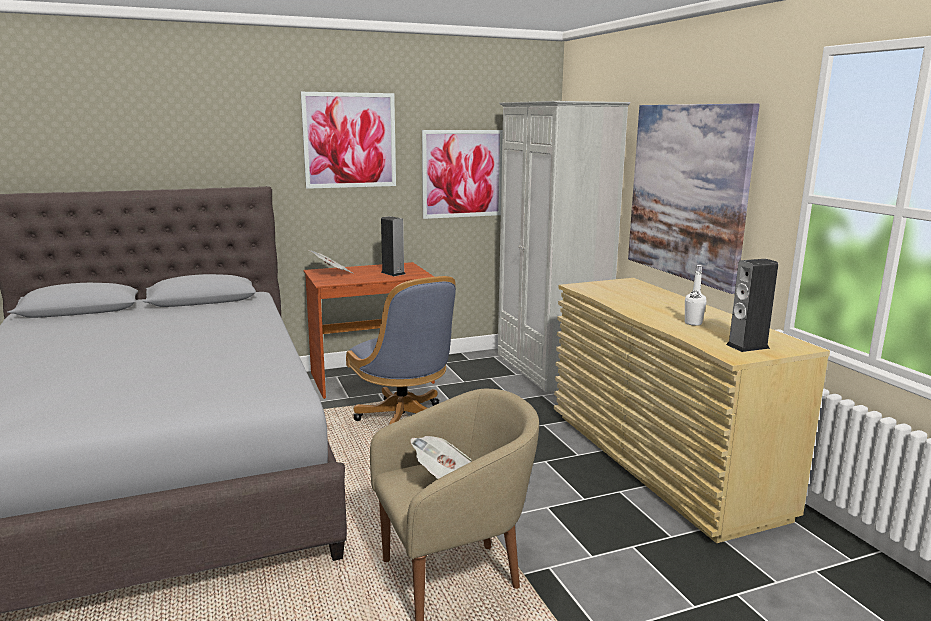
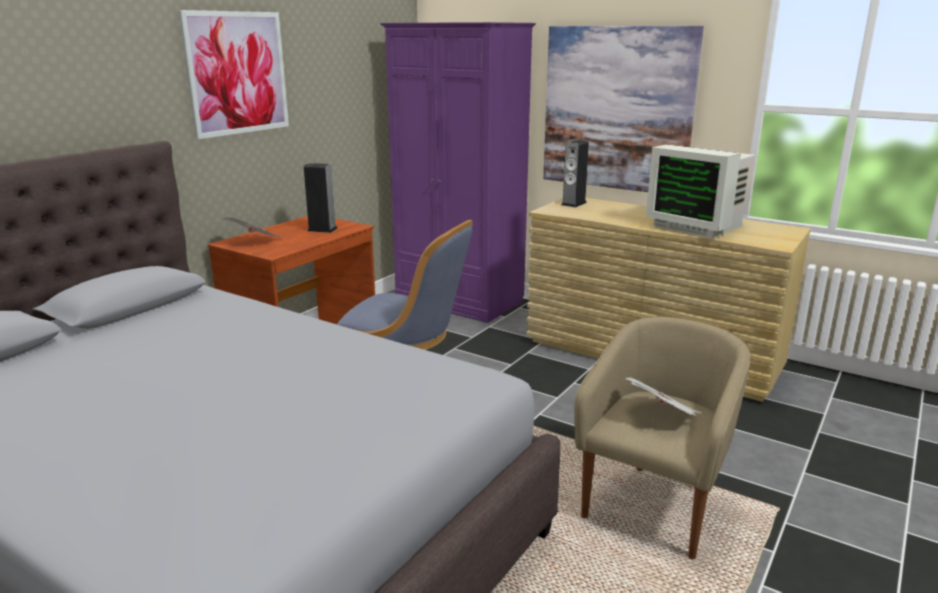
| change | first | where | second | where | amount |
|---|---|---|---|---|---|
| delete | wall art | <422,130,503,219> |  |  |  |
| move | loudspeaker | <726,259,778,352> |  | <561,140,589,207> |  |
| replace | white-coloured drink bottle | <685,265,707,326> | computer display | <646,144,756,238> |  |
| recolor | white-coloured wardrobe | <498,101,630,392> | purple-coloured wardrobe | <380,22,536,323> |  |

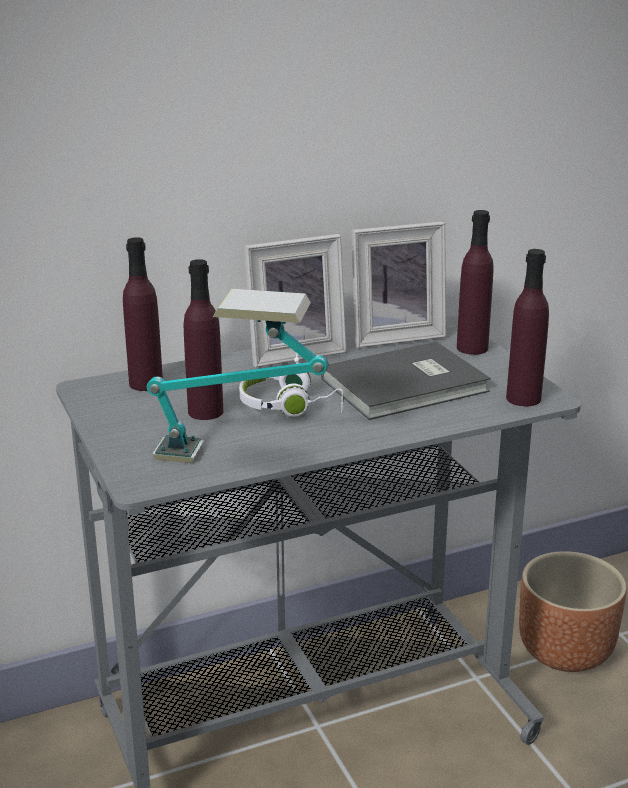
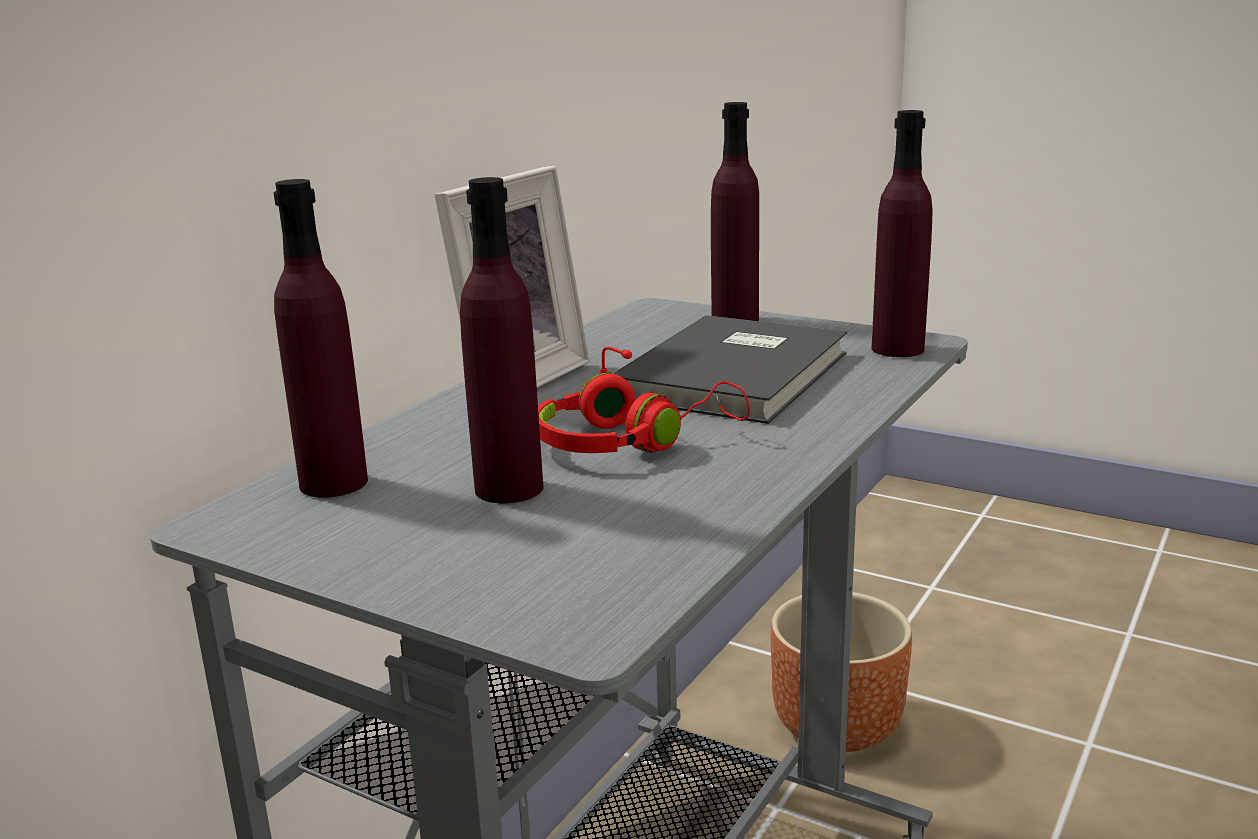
| change | first | where | second | where | amount |
|---|---|---|---|---|---|
| delete | lamp for a table | <147,289,328,463> |  |  |  |
| delete | picture frame | <351,221,446,348> |  |  |  |
| recolor | white-coloured headphones | <239,353,344,417> | red-coloured headphones | <538,347,750,453> |  |

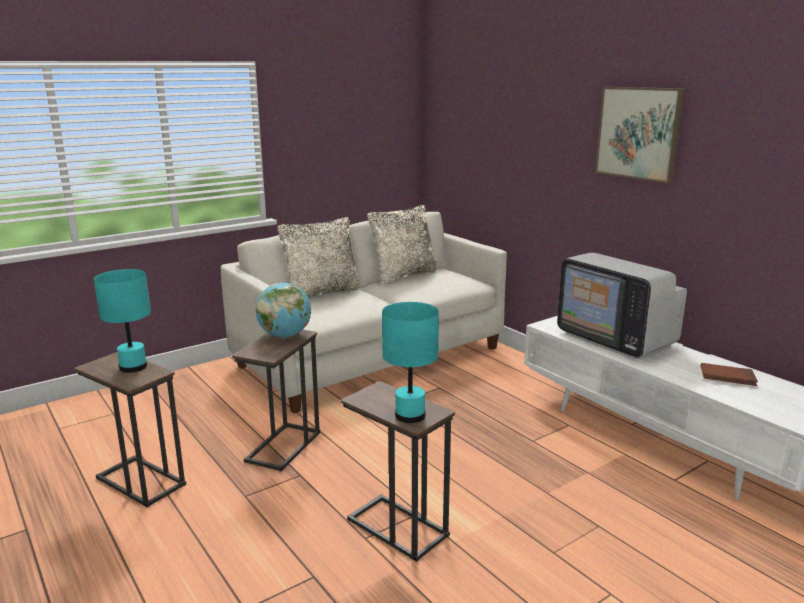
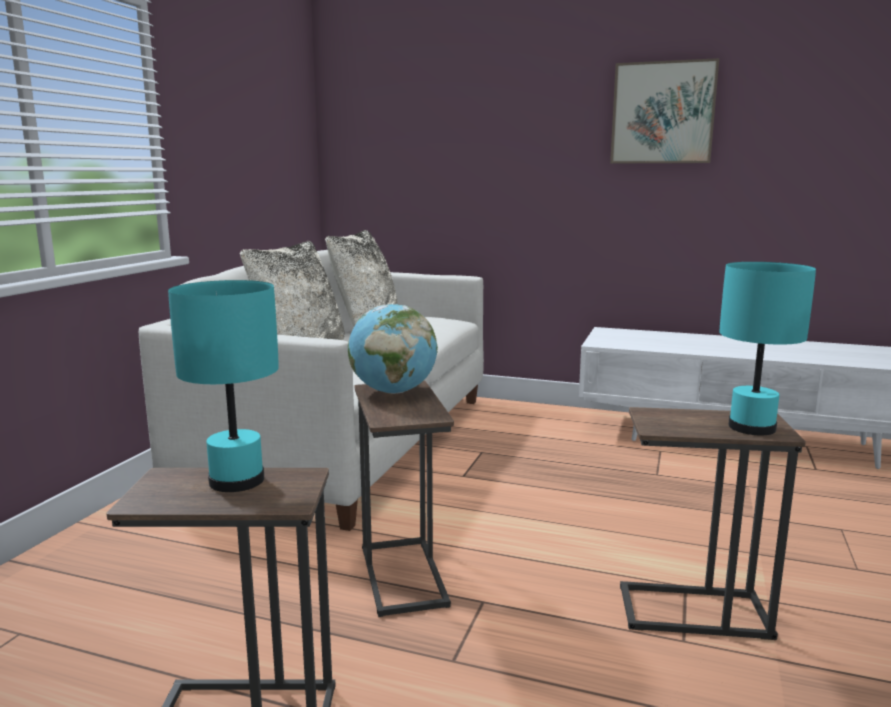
| change | first | where | second | where | amount |
|---|---|---|---|---|---|
| delete | television | <557,253,687,359> |  |  |  |
| delete | brown volume | <700,363,758,386> |  |  |  |

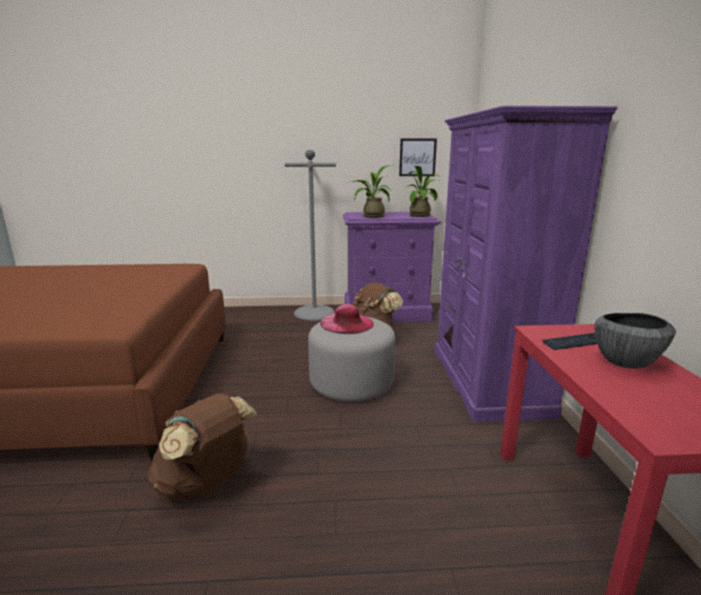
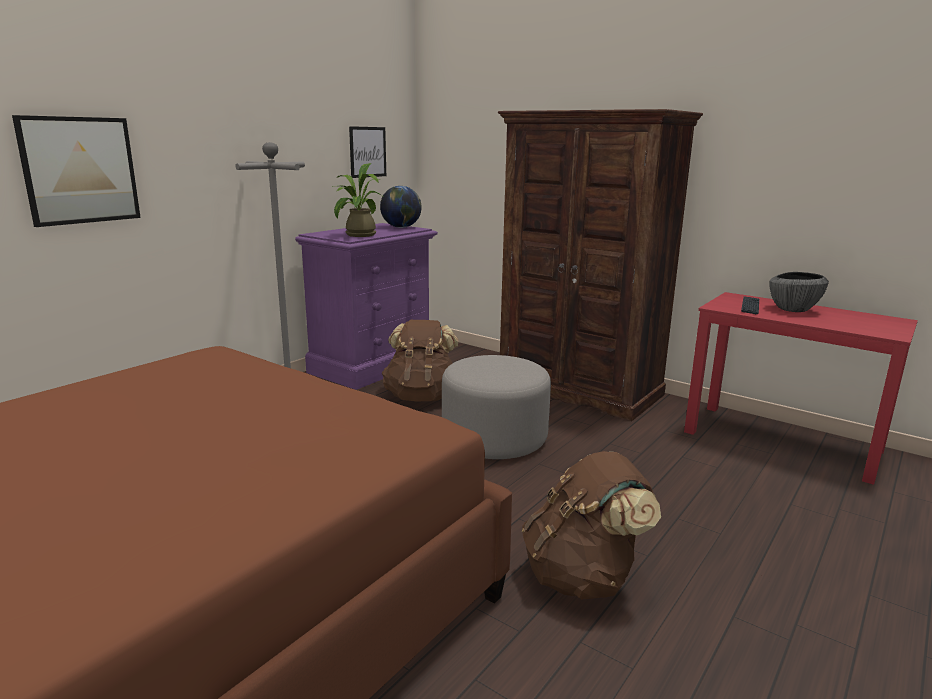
| change | first | where | second | where | amount |
|---|---|---|---|---|---|
| delete | pink-coloured wearable hat | <320,304,374,334> |  |  |  |
| insert |  |  | wall art | <12,115,141,227> |  |
| replace | houseplant | <404,166,440,217> | world globe | <380,186,422,228> |  |
| recolor | purple-coloured wardrobe | <435,106,618,422> | brown wardrobe | <498,109,703,421> |  |

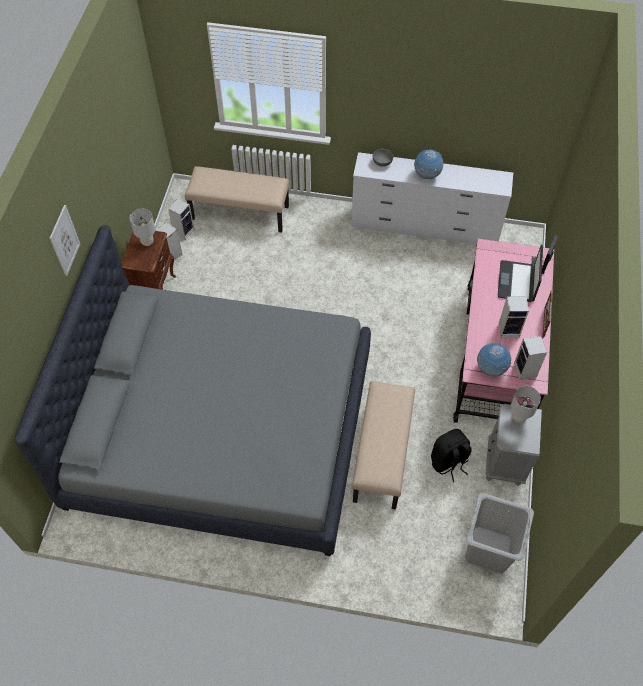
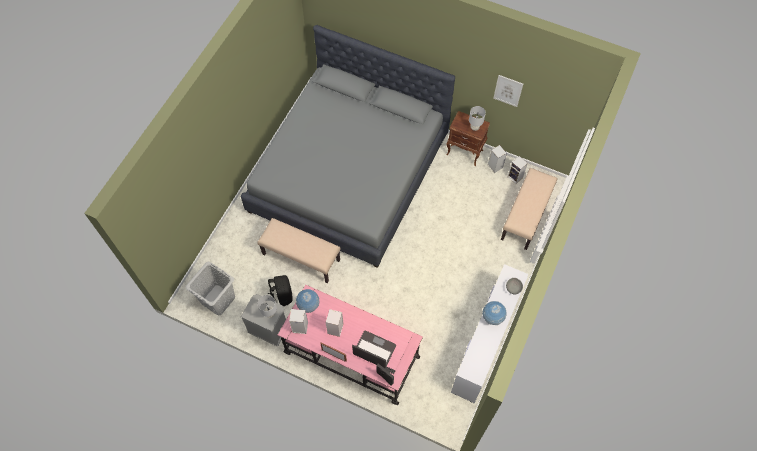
| change | first | where | second | where | amount |
|---|---|---|---|---|---|
| move | wall art | <50,205,80,276> |  | <493,75,523,107> |  |

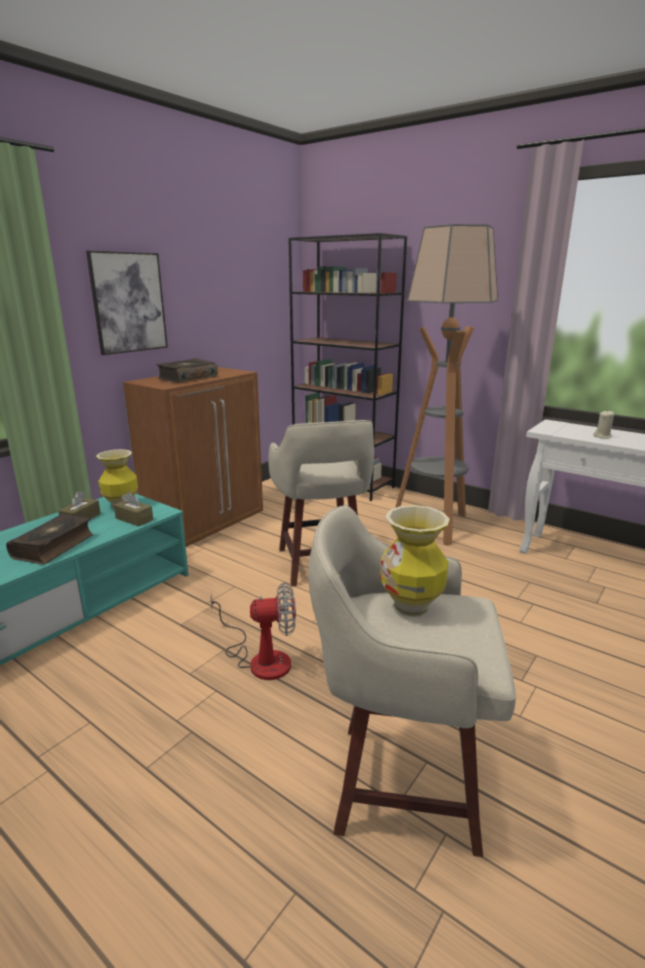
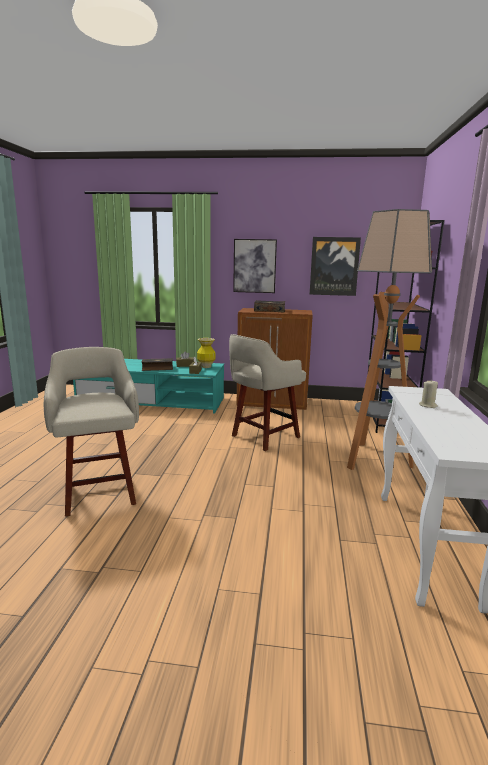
| change | first | where | second | where | amount |
|---|---|---|---|---|---|
| delete | cooling fan | <211,582,296,680> |  |  |  |
| delete | decorative vase | <380,505,450,617> |  |  |  |
| insert |  |  | wall art | <310,237,361,296> |  |

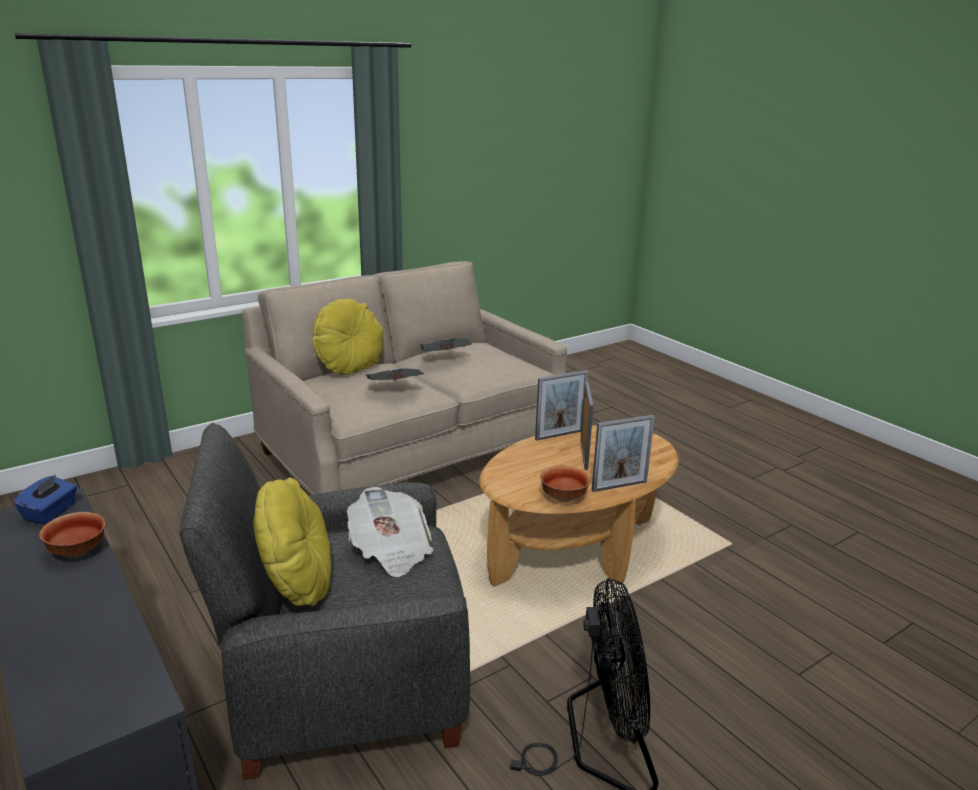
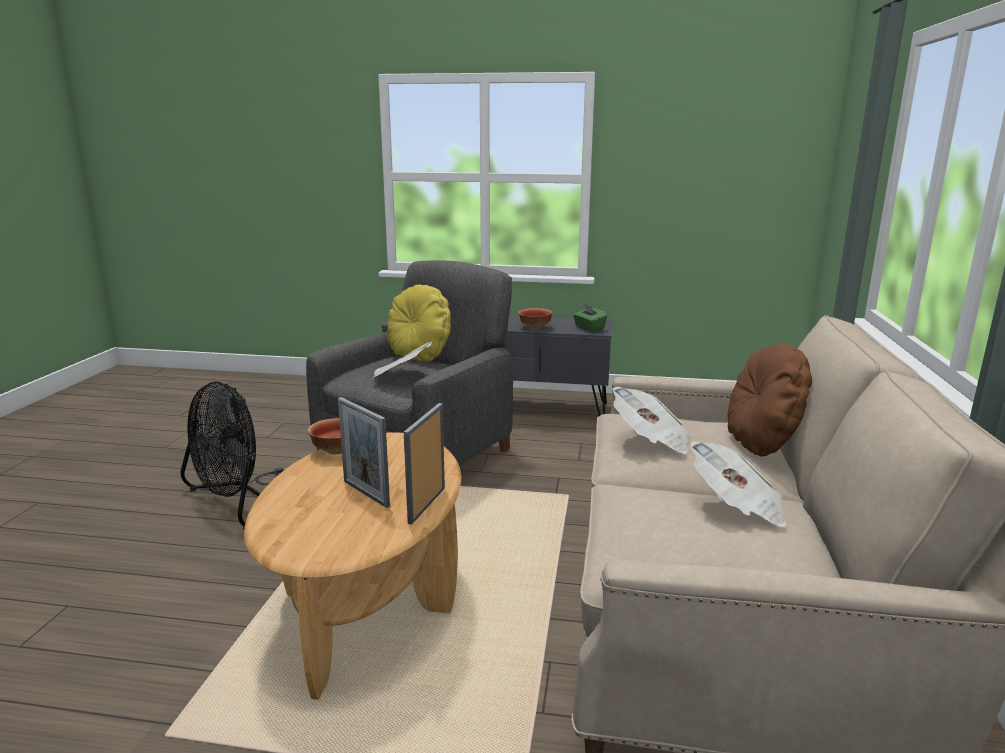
| change | first | where | second | where | amount |
|---|---|---|---|---|---|
| delete | picture frame | <592,415,655,492> |  |  |  |
| recolor | bluish tissue box | <14,475,77,524> | green tissue box | <573,304,607,332> |  |
| recolor | yellow-coloured cushion | <312,299,383,375> | brown cushion | <728,343,812,457> |  |

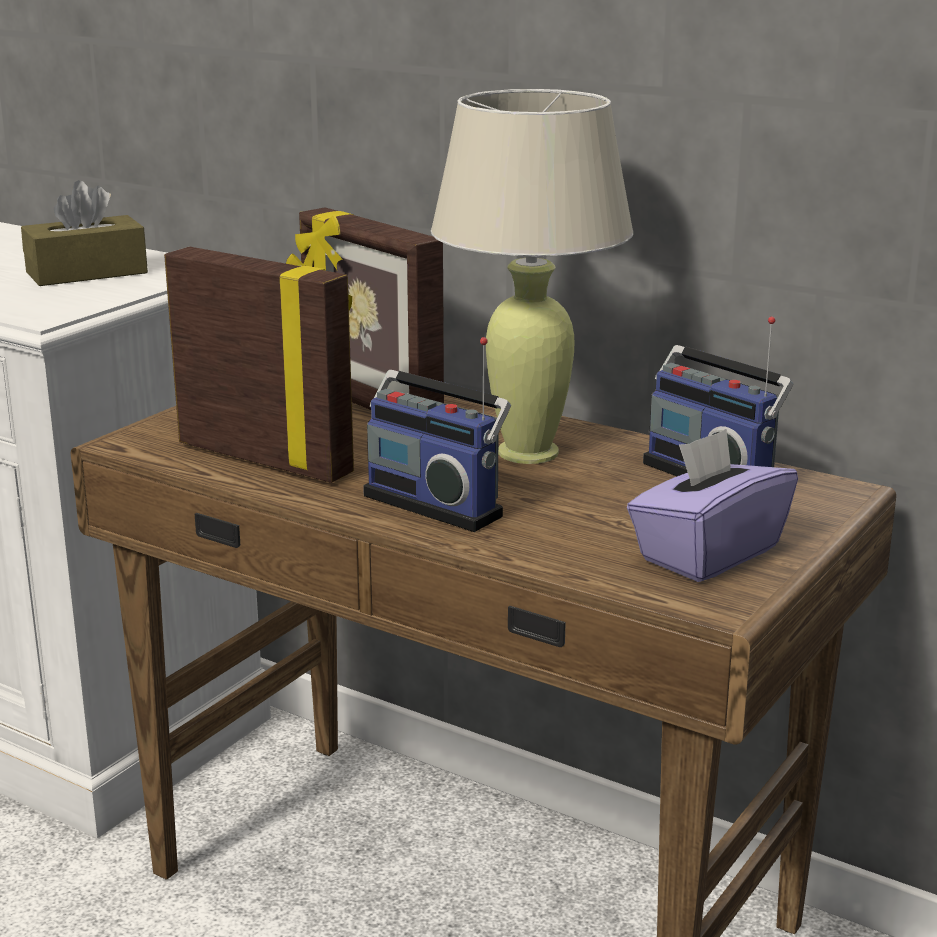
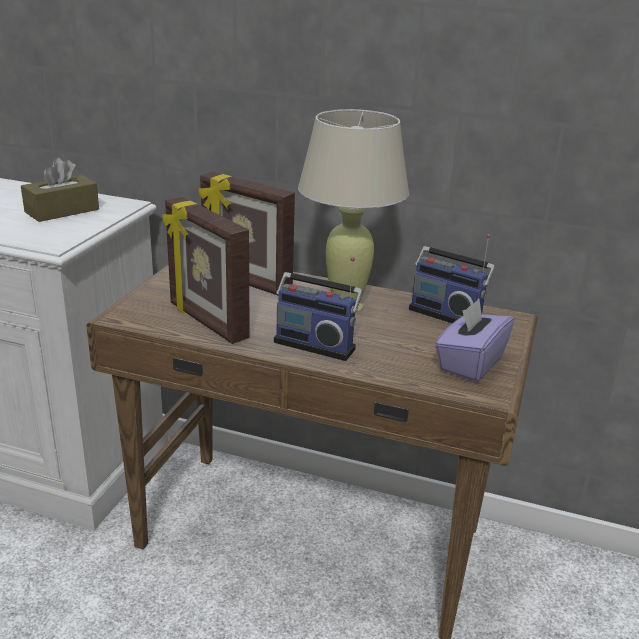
| change | first | where | second | where | amount |
|---|---|---|---|---|---|
| rotate | picture frame | <164,246,354,483> |  | <162,197,250,344> | 150 degrees counterclockwise |

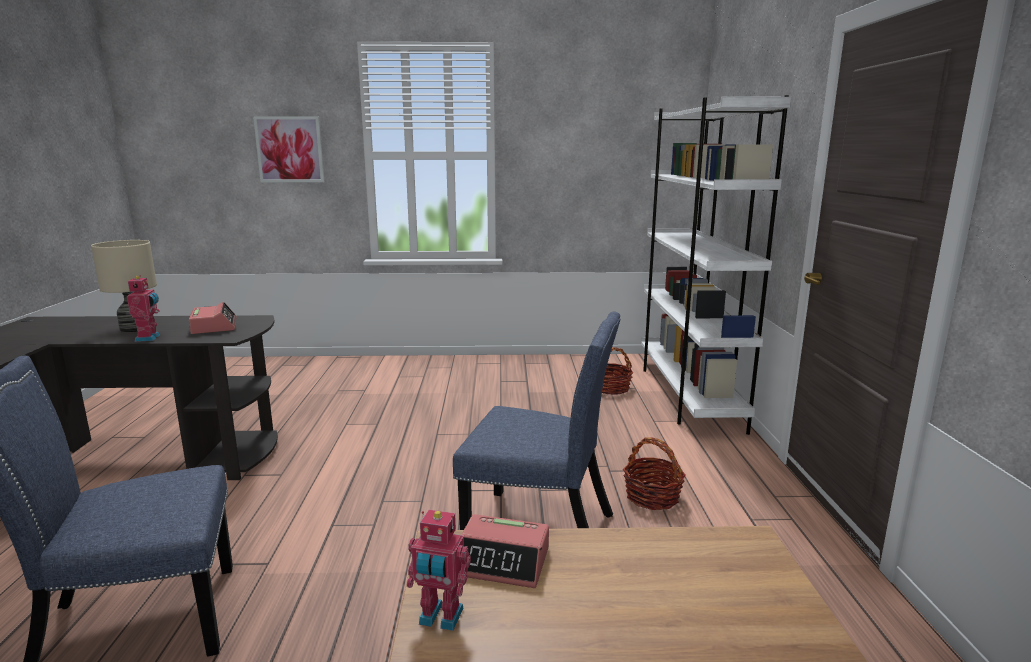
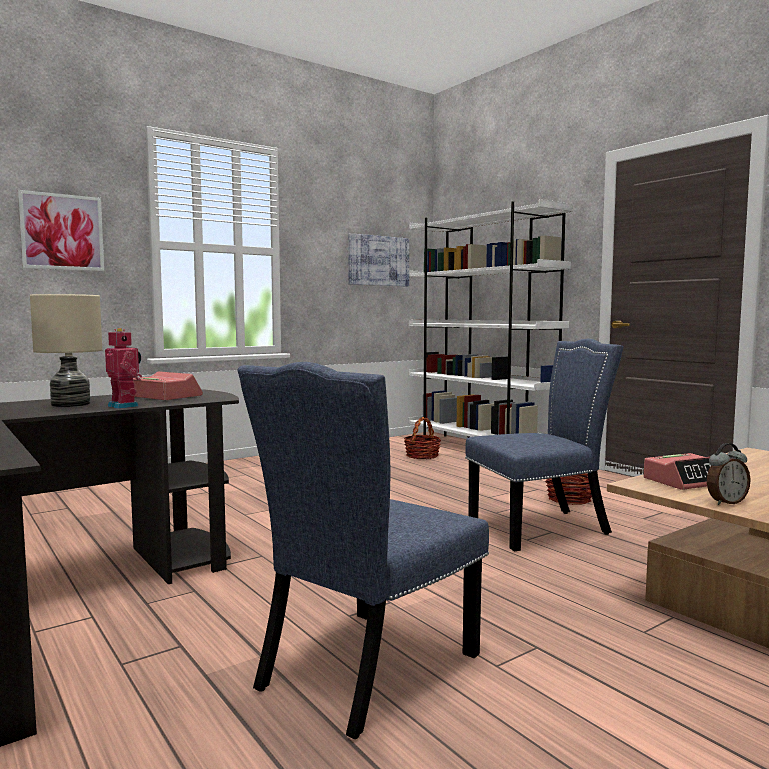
| change | first | where | second | where | amount |
|---|---|---|---|---|---|
| insert |  |  | wall art | <348,233,409,286> |  |
| replace | model robot | <407,510,471,631> | bedside clock | <707,443,751,505> |  |

